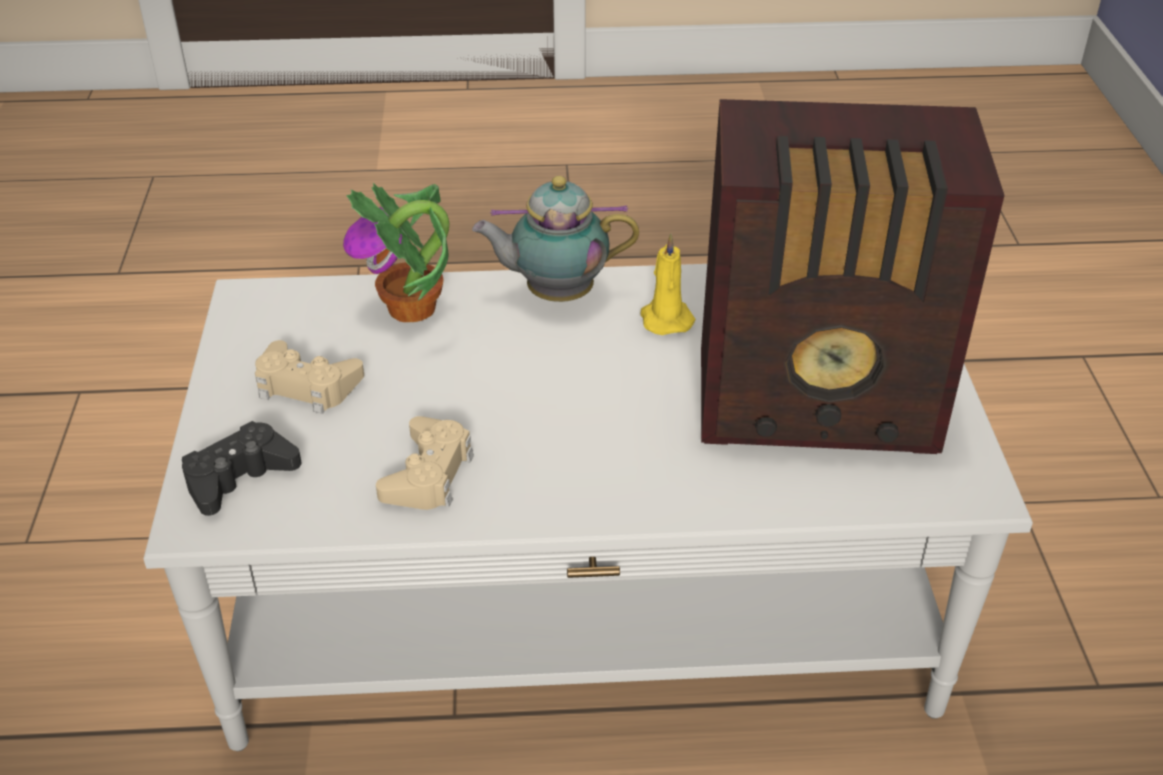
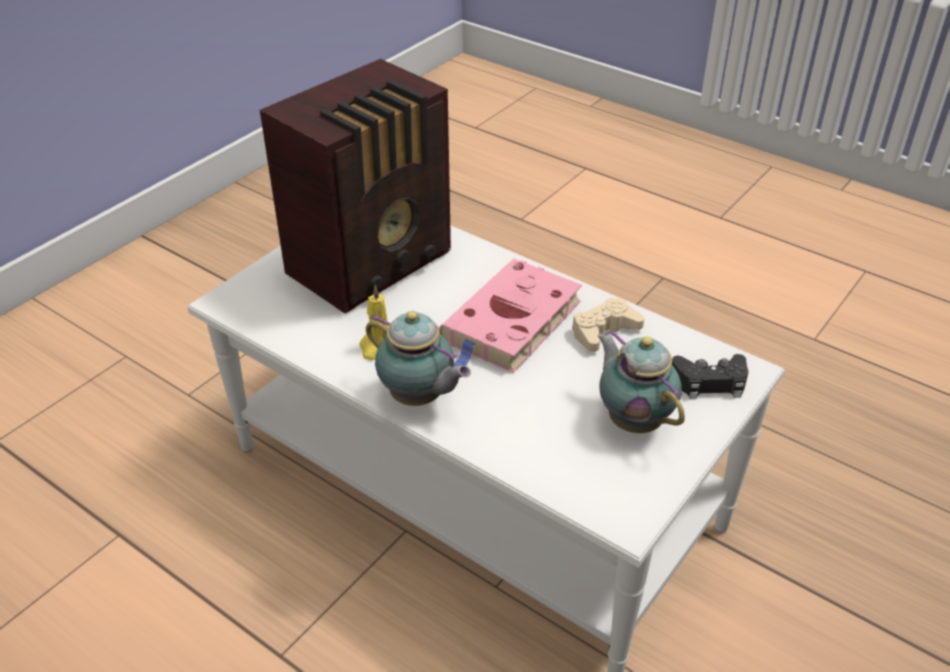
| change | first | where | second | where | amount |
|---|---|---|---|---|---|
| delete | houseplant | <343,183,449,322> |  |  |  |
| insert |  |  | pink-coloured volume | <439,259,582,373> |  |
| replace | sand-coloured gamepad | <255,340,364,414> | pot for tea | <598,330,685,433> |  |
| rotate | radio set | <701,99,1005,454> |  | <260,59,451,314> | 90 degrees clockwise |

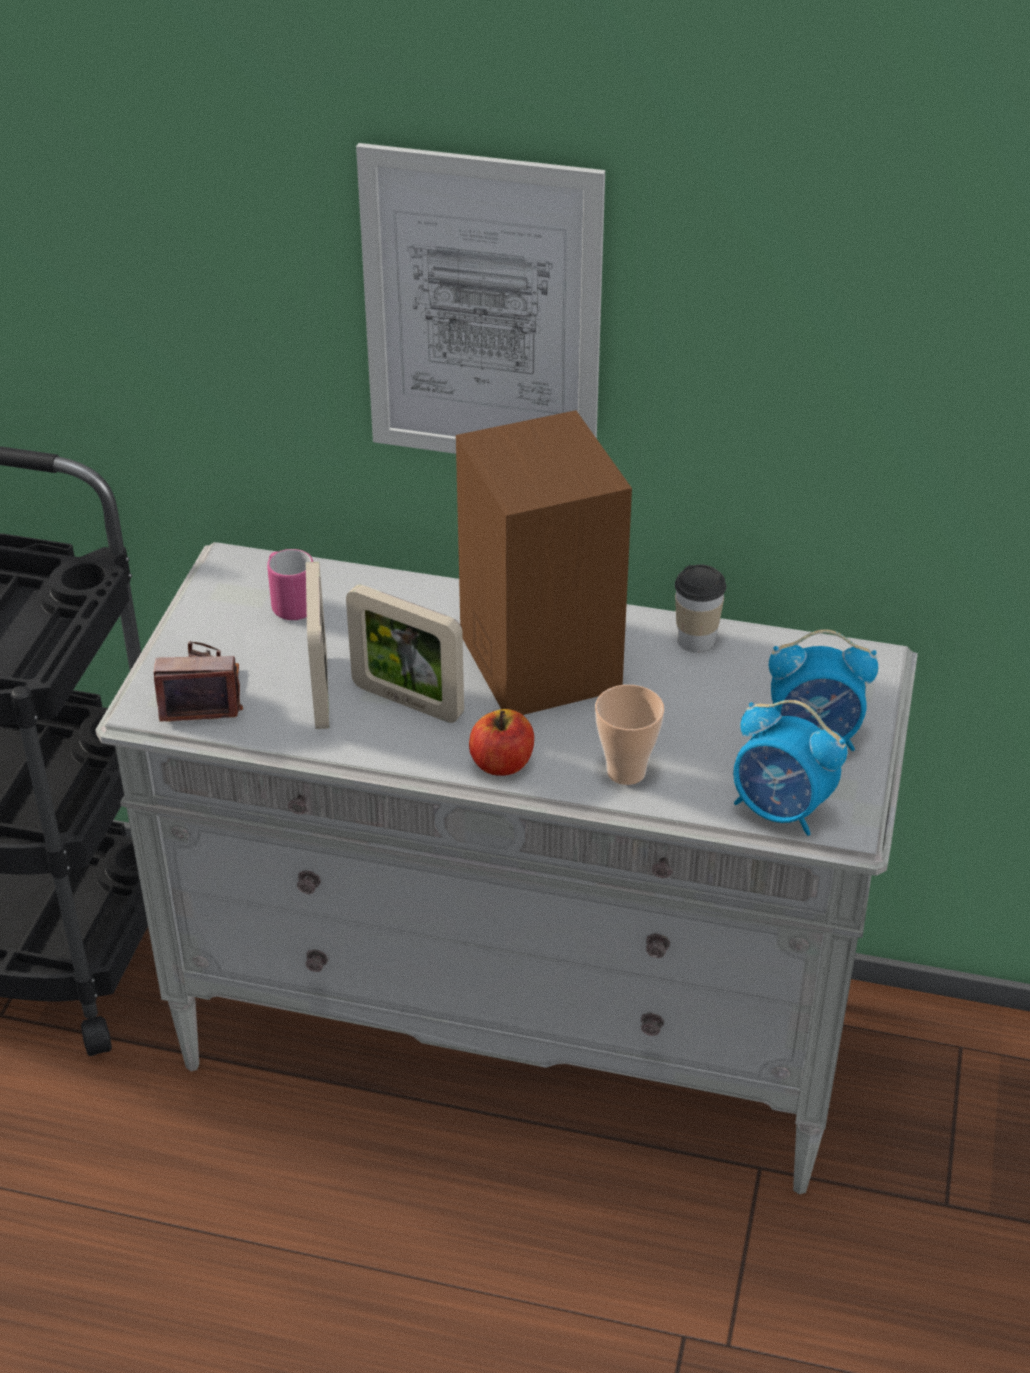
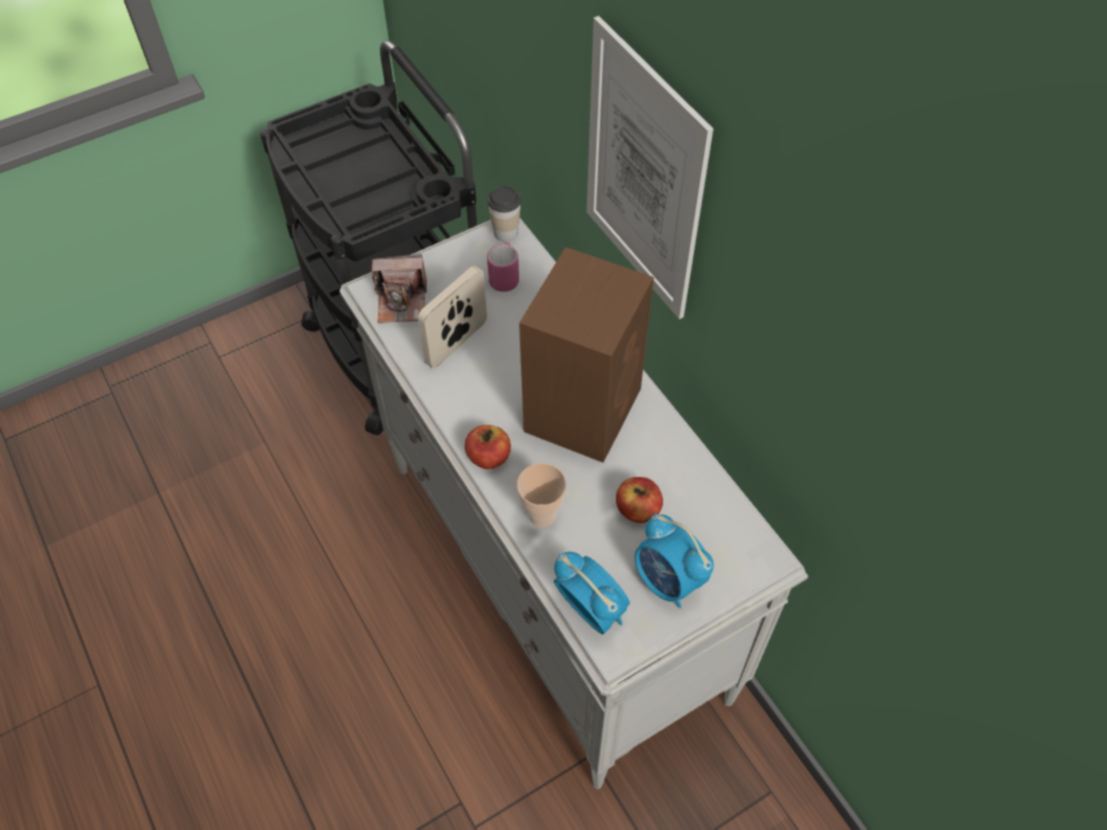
| change | first | where | second | where | amount |
|---|---|---|---|---|---|
| delete | picture frame | <346,585,464,723> |  |  |  |
| insert |  |  | whole apple | <616,477,663,523> |  |
| move | small cup | <675,564,726,653> |  | <488,185,521,241> |  |
| rotate | photo camera | <154,641,243,721> |  | <371,254,427,323> | 135 degrees clockwise |
| rotate | bedside clock | <733,700,848,836> |  | <554,552,630,634> | 150 degrees clockwise |

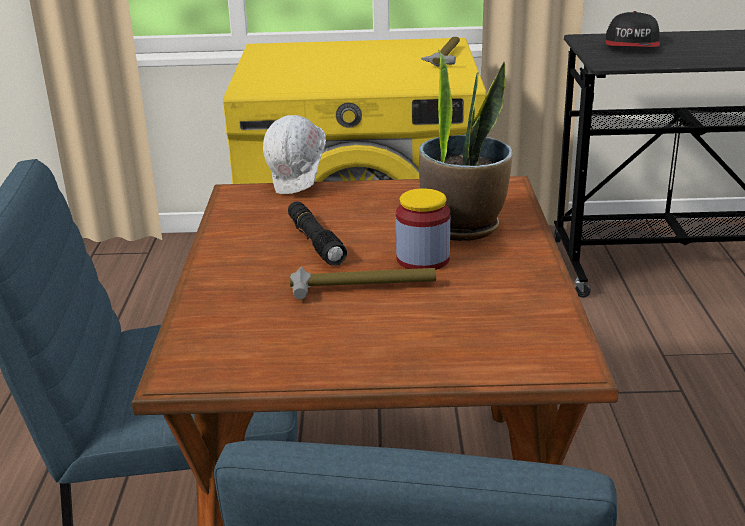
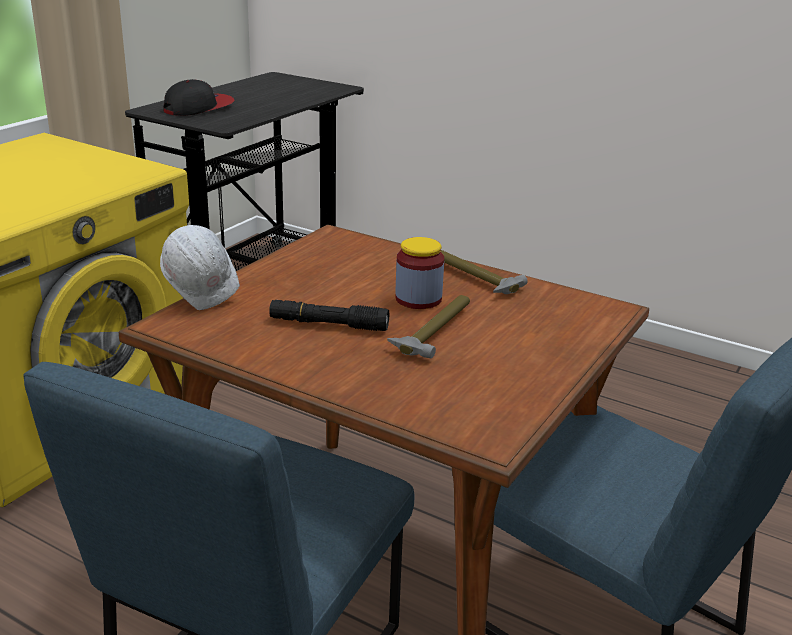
| change | first | where | second | where | amount |
|---|---|---|---|---|---|
| delete | houseplant | <419,49,513,241> |  |  |  |
| move | hand hammer | <421,37,460,66> |  | <441,250,528,294> |  |
| rotate | baseball cap | <605,11,660,47> |  | <163,79,235,116> | 90 degrees counterclockwise |

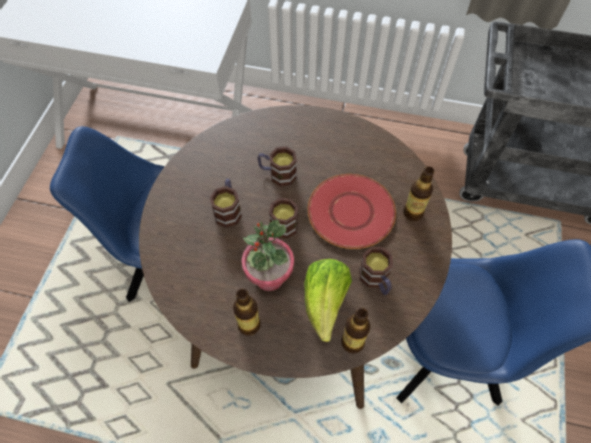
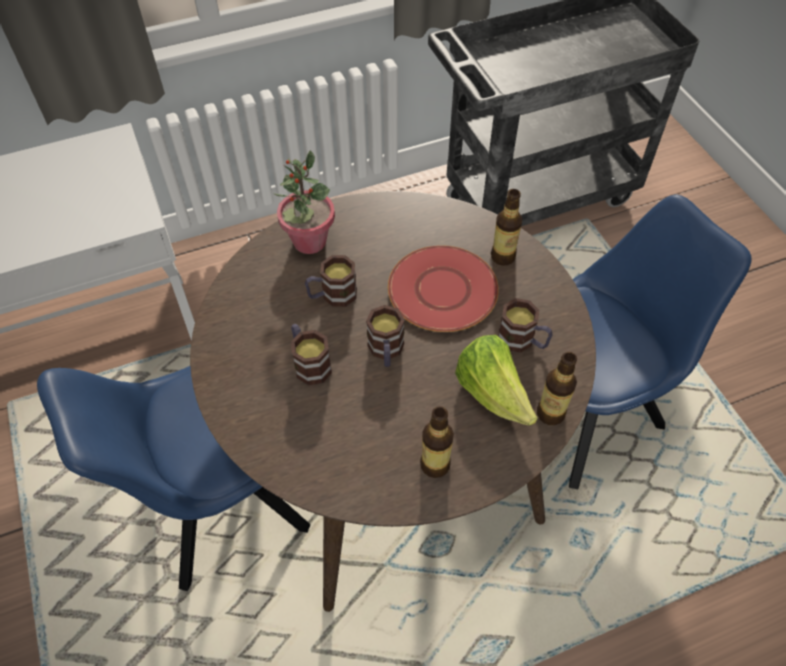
| change | first | where | second | where | amount |
|---|---|---|---|---|---|
| move | houseplant | <242,220,294,291> |  | <273,151,335,254> |  |

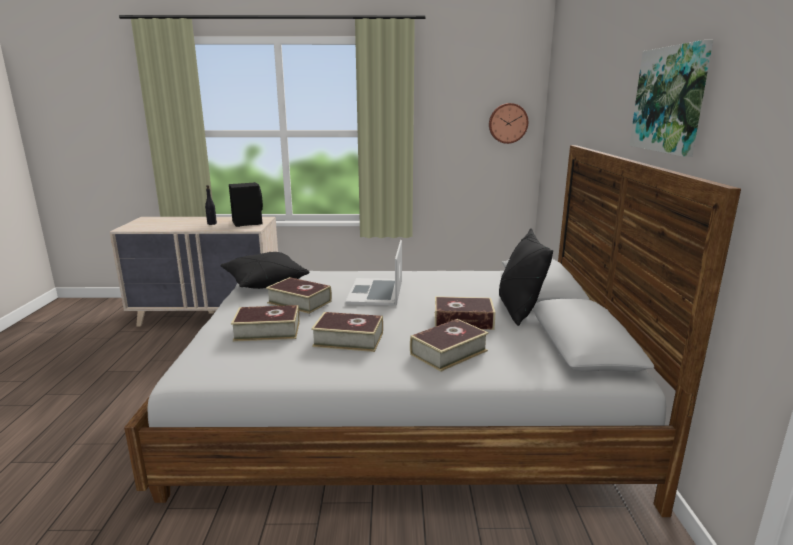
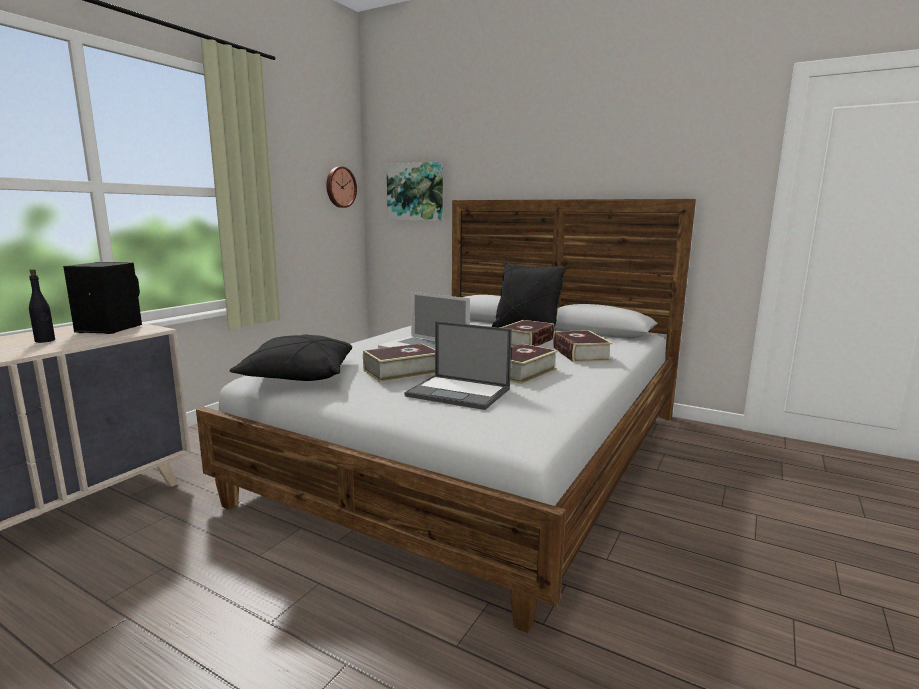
| change | first | where | second | where | amount |
|---|---|---|---|---|---|
| move | wall art | <629,40,713,157> |  | <386,162,443,221> |  |
| replace | volume | <231,305,300,342> | laptop | <405,321,512,410> |  |

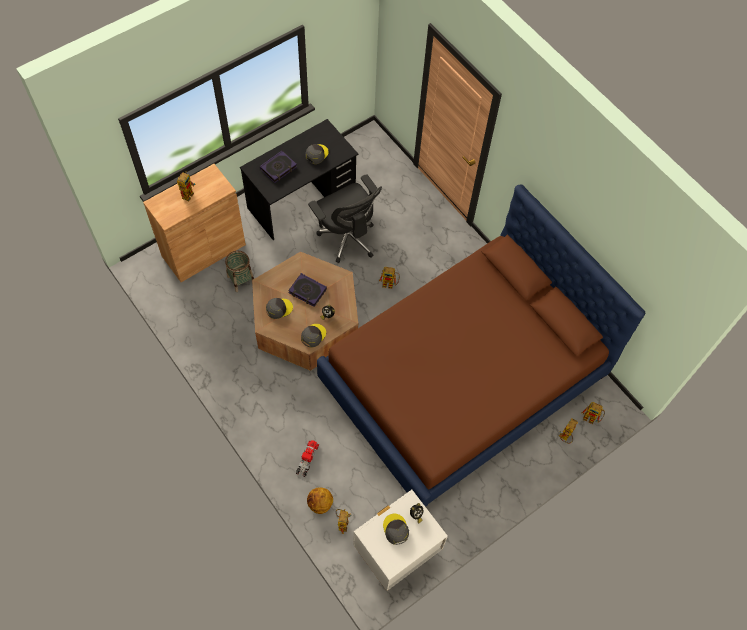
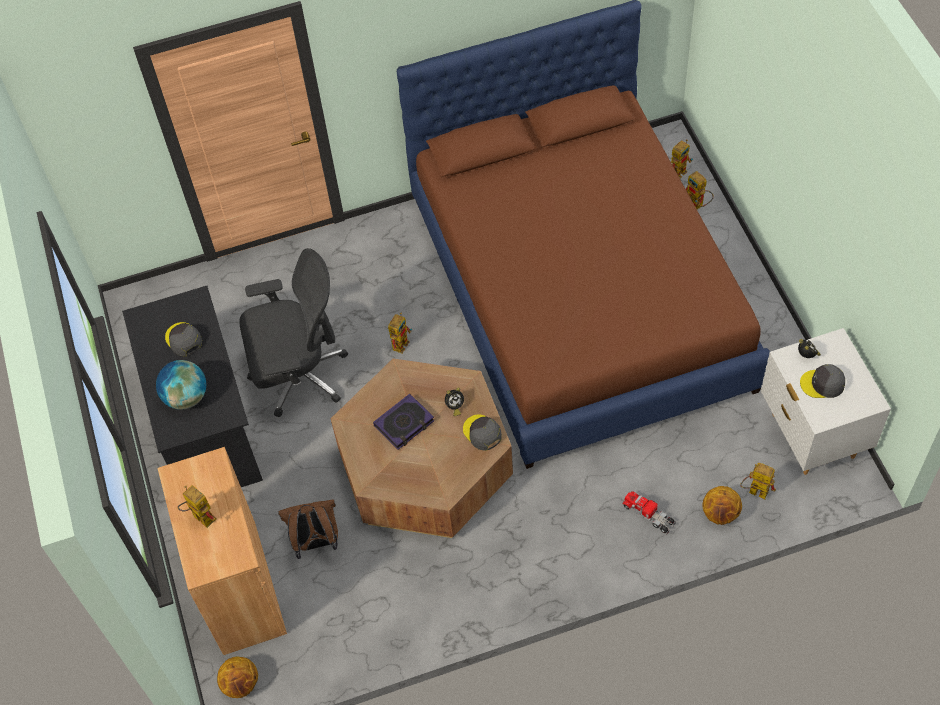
| change | first | where | second | where | amount |
|---|---|---|---|---|---|
| delete | greyish baseball cap | <266,298,293,319> |  |  |  |
| insert |  |  | basketball | <217,656,258,698> |  |
| replace | storage basket | <225,251,254,292> | brown backpack | <278,499,338,559> |  |
| replace | volume | <260,151,297,183> | world globe | <156,360,206,410> |  |

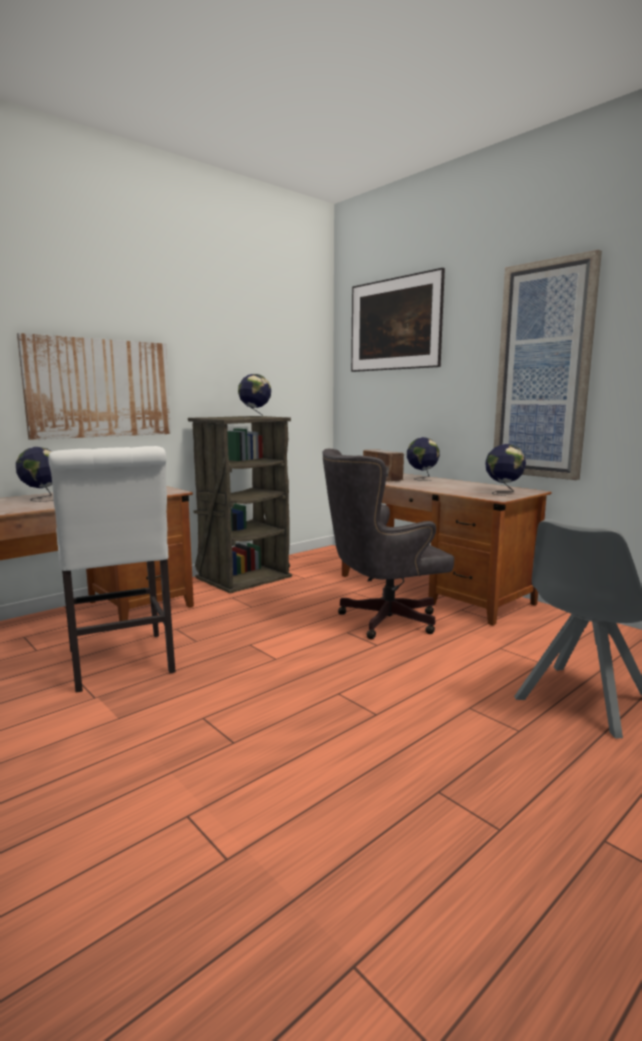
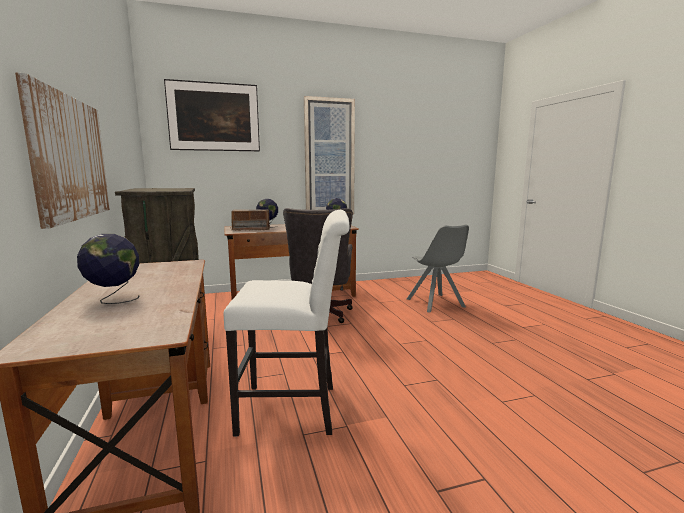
| change | first | where | second | where | amount |
|---|---|---|---|---|---|
| delete | world globe | <238,374,271,418> |  |  |  |

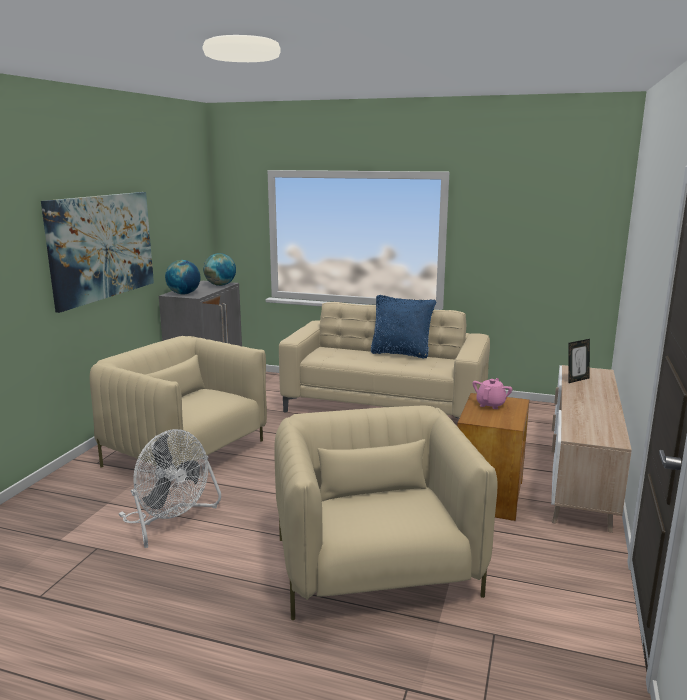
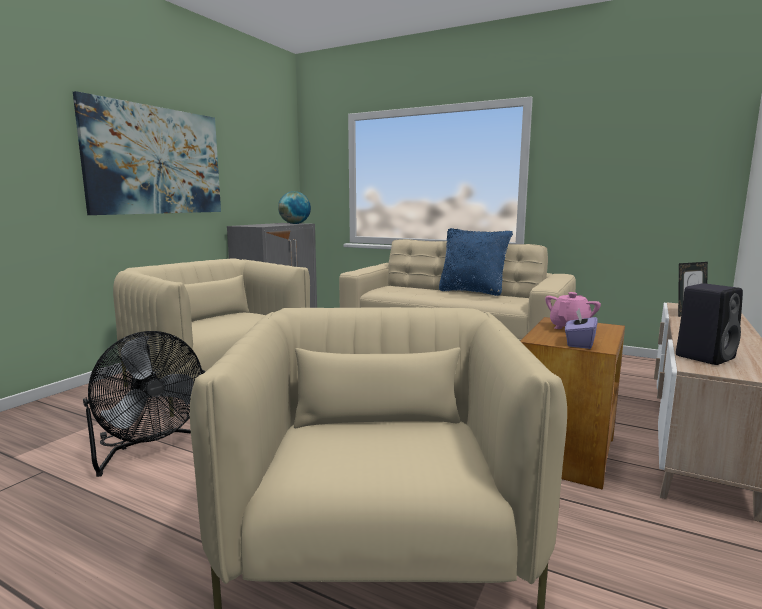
| change | first | where | second | where | amount |
|---|---|---|---|---|---|
| delete | world globe | <165,260,200,294> |  |  |  |
| insert |  |  | purple-coloured tissue box | <565,309,598,349> |  |
| insert |  |  | black loudspeaker | <676,283,743,365> |  |
| recolor | white-coloured cooling fan | <119,429,221,548> | black cooling fan | <83,331,206,477> |  |

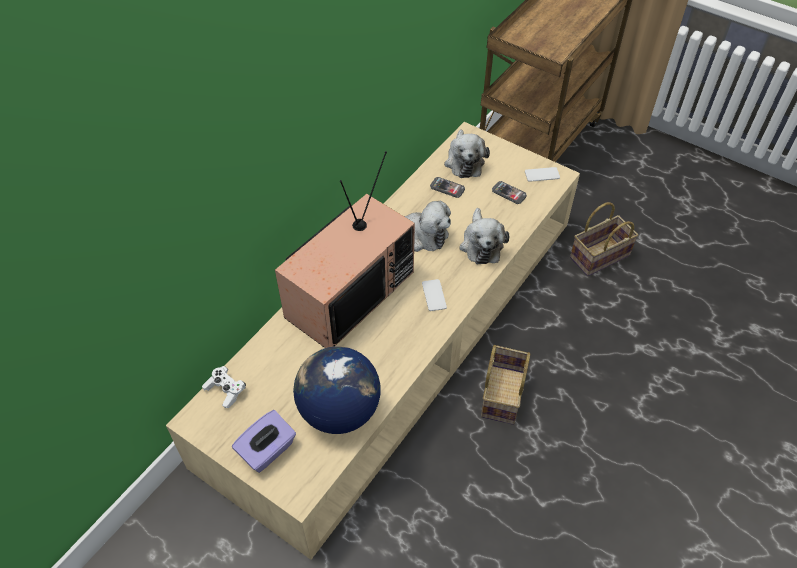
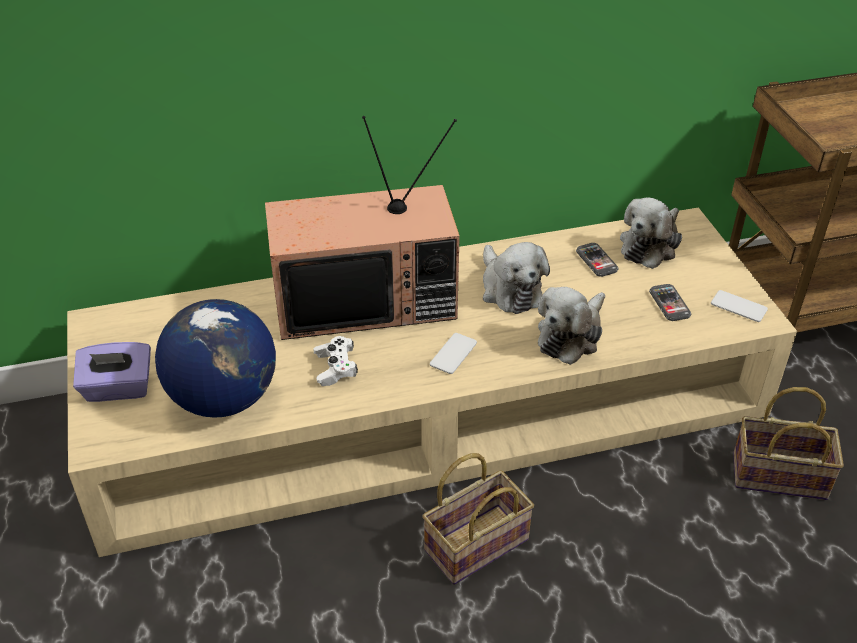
| change | first | where | second | where | amount |
|---|---|---|---|---|---|
| move | white-coloured gamepad | <202,366,246,408> |  | <313,336,358,386> |  |

